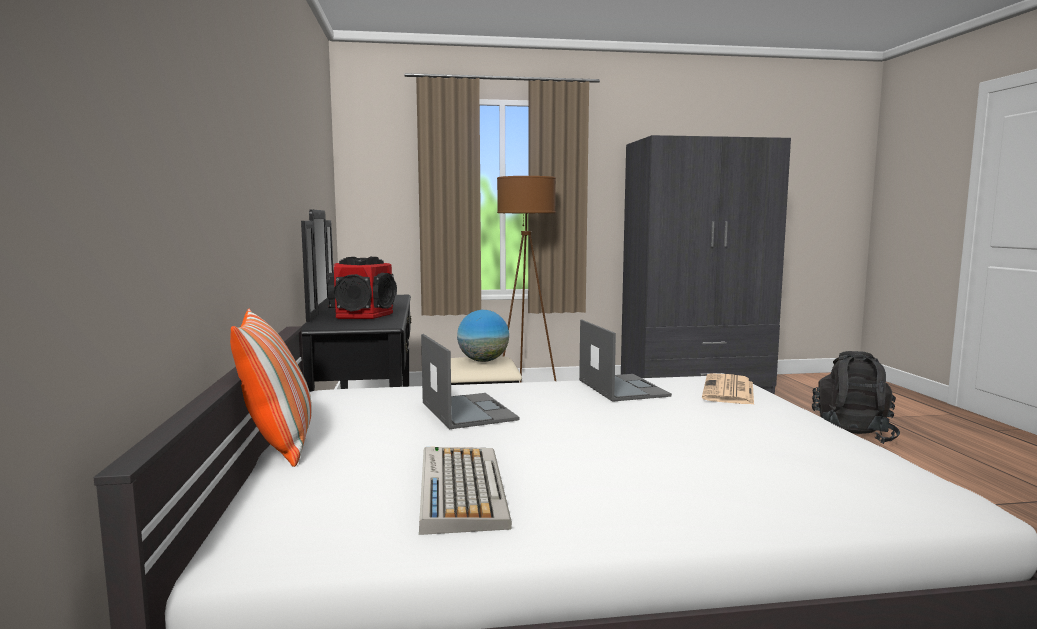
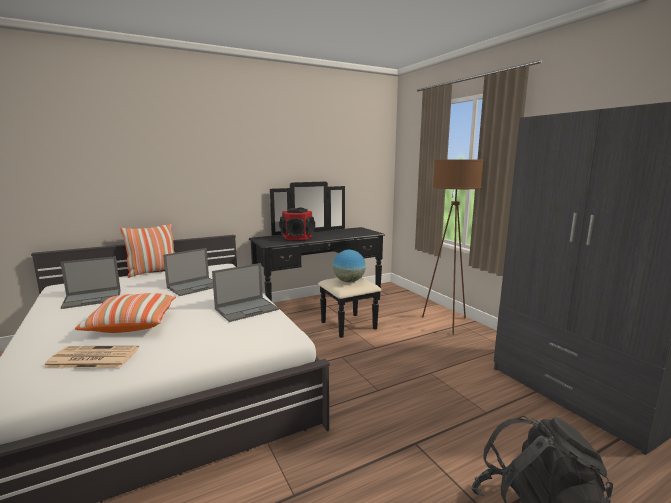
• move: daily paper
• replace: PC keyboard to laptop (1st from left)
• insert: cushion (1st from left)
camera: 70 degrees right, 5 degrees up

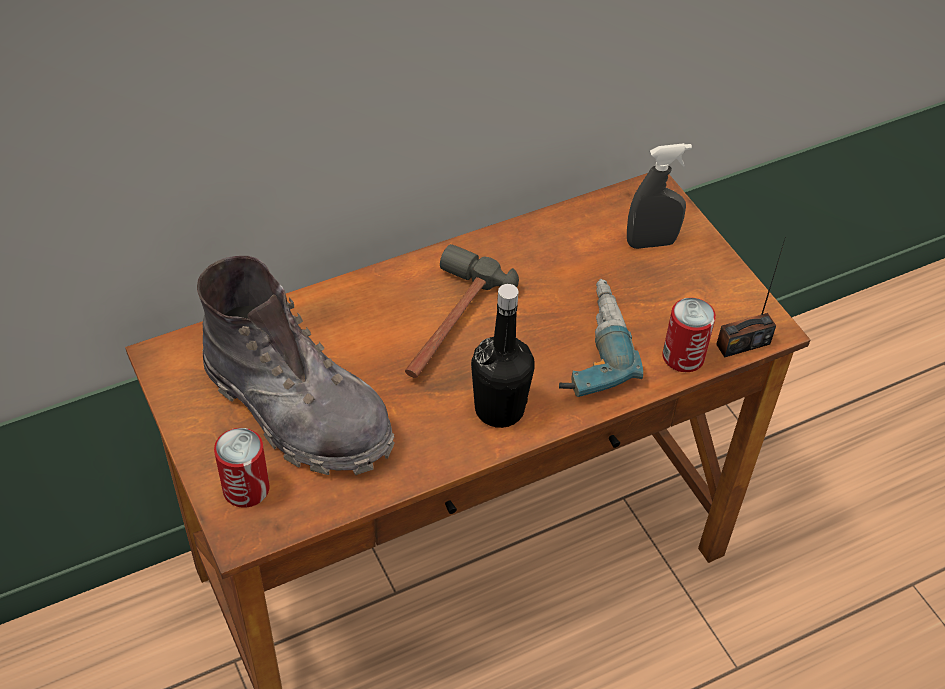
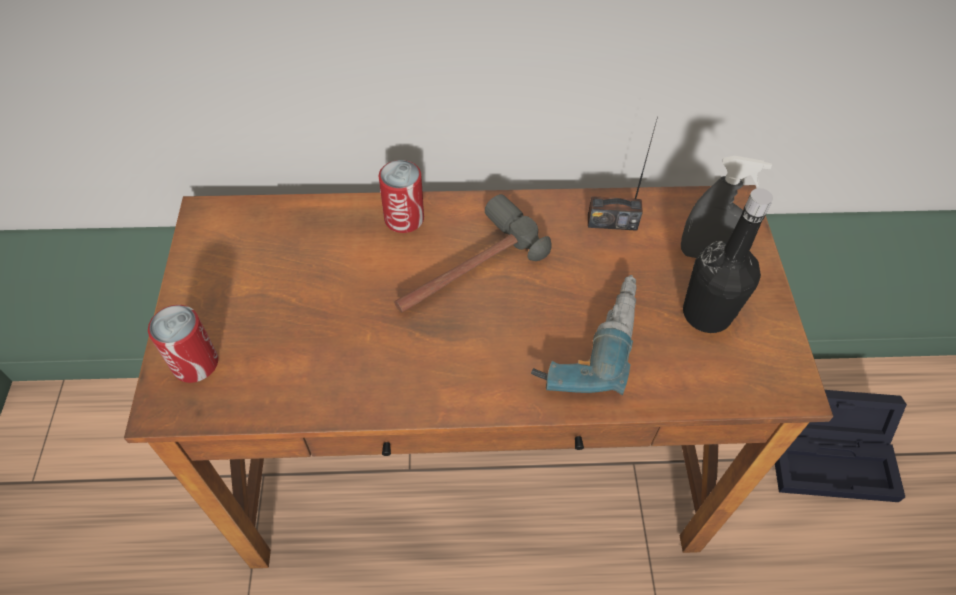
• move: sealed can (2nd from left)
• move: radio
• move: drink bottle in black-coloured
• insert: storage box in black-coloured
• delete: high-top boot in greyish
camera: 25 degrees right, 5 degrees up

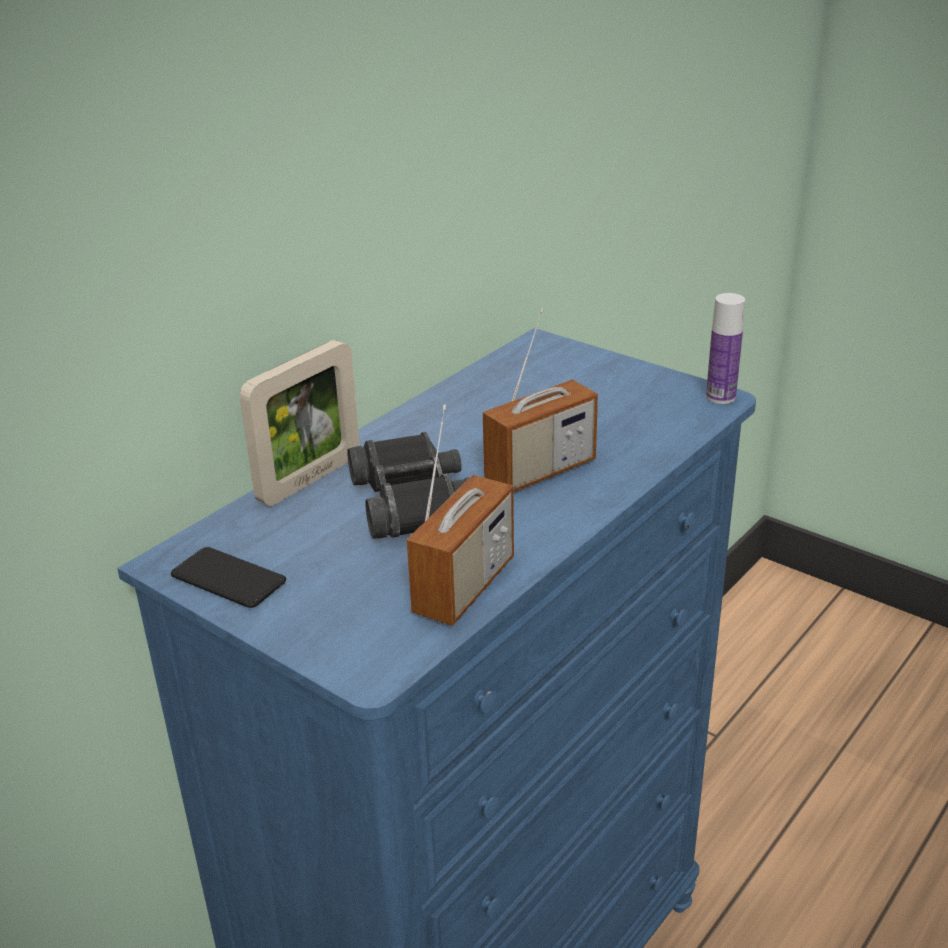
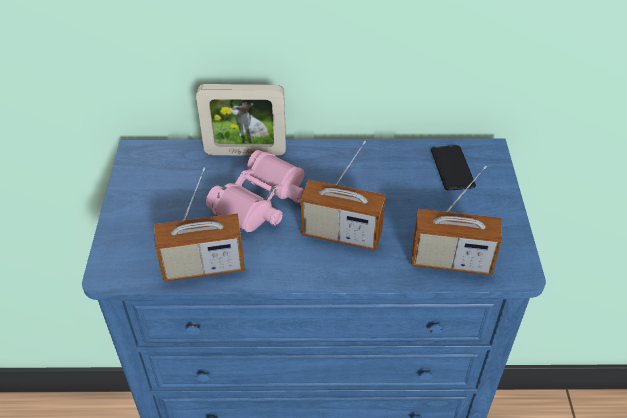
• recolor: binoculars in black-coloured to binoculars in pink
• insert: radio (3rd from left)
• move: telephone
• delete: drink bottle
camera: 50 degrees right, 15 degrees up

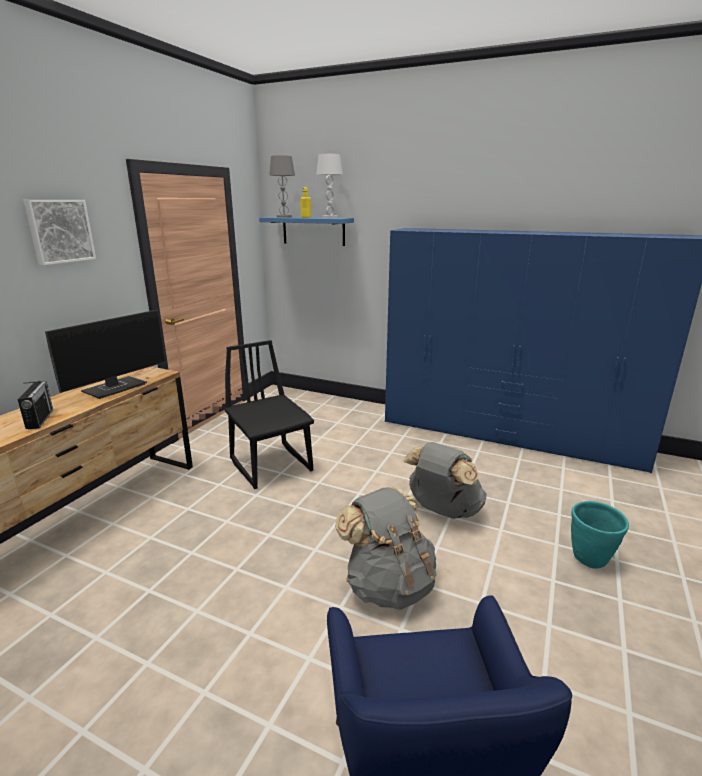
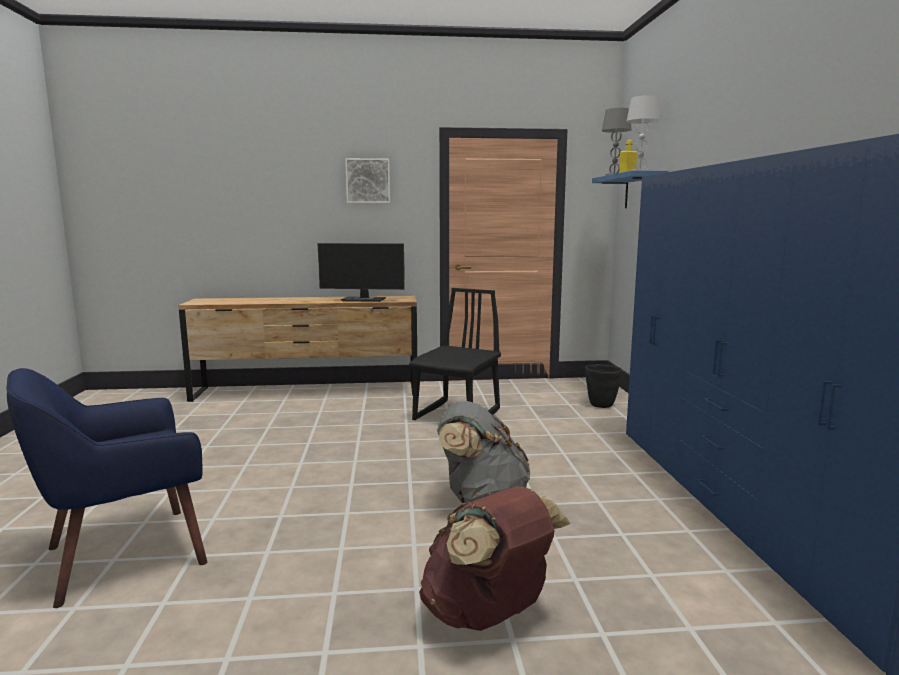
• replace: planter in blue-green to rucksack in brownish
• insert: planter in black-coloured
• delete: radio
• delete: rucksack in greyish (1st from left)
camera: 60 degrees right, 10 degrees down

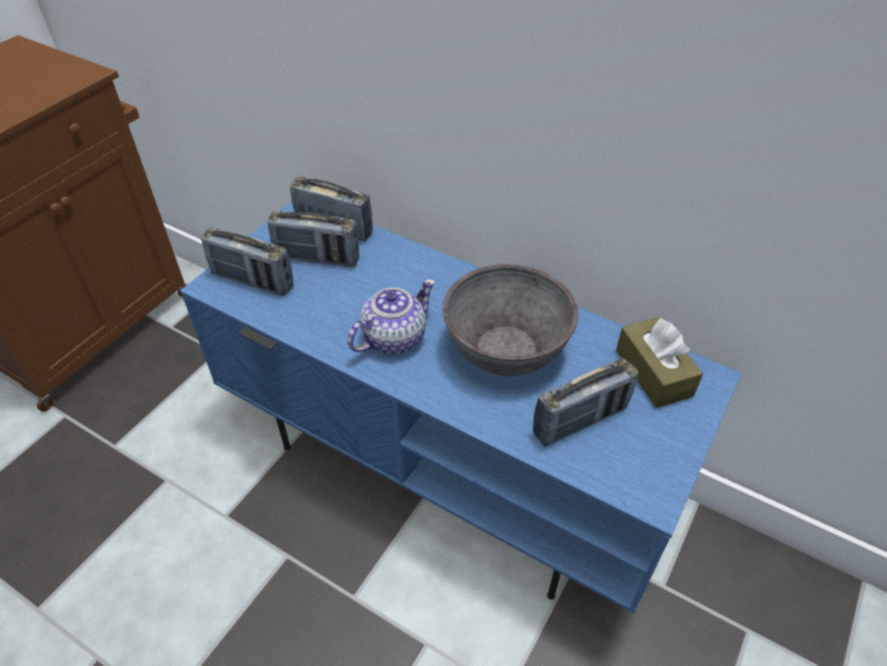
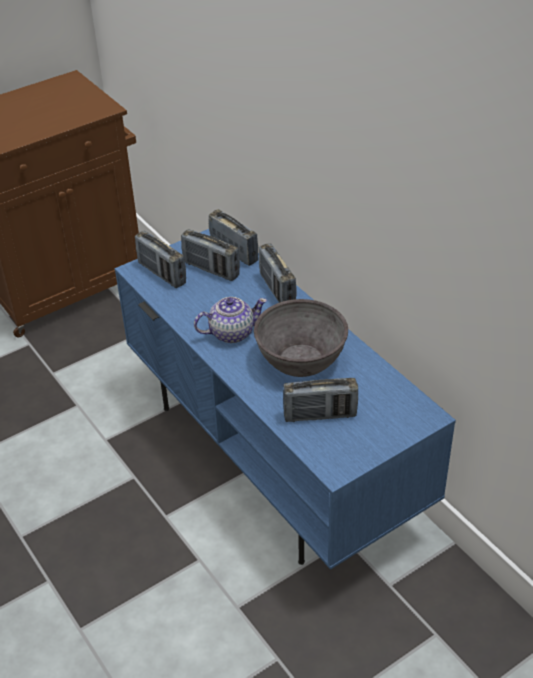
• insert: radio (4th from left)
• delete: box of tissues in brownish
camera: 25 degrees right, 5 degrees down

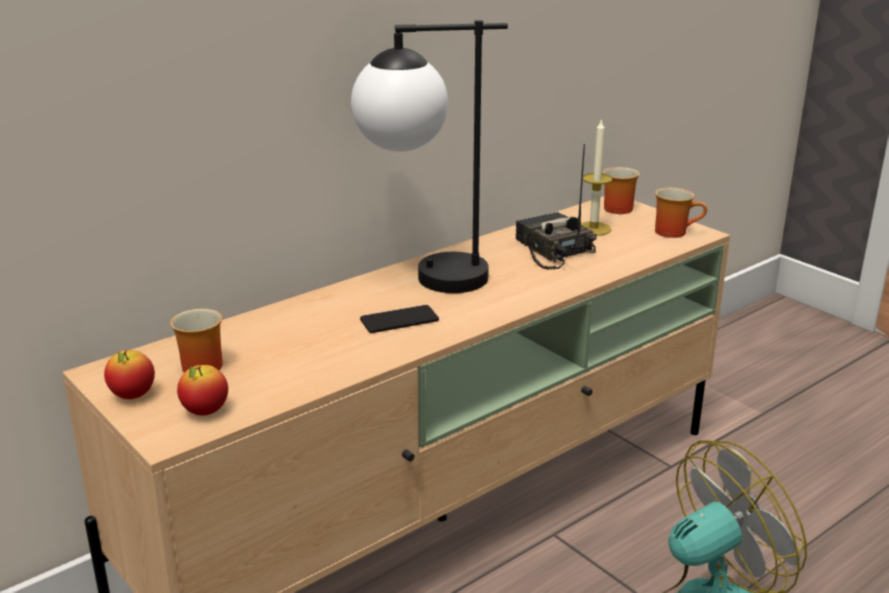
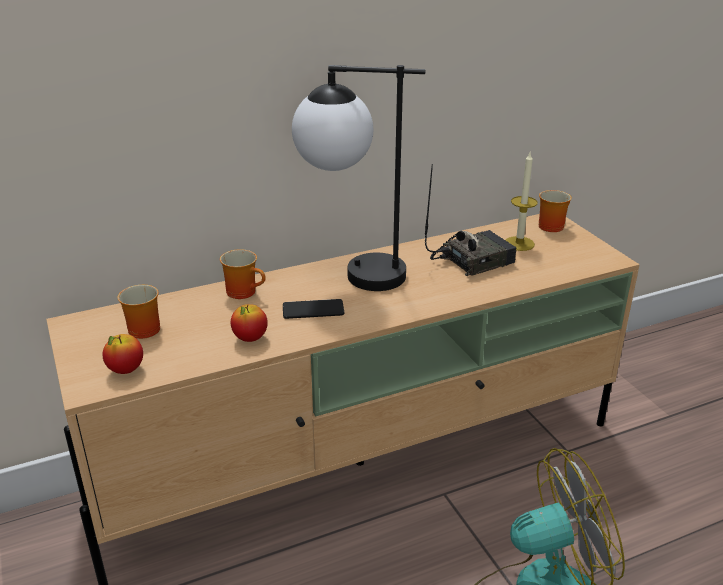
• move: tea mug (3rd from left in the first image) to tea mug (2nd from left)
• move: apple fruit (1st from left in the first image) to apple fruit (2nd from left)
• rotate: radio 75 degrees clockwise
camera: 15 degrees right, 5 degrees up

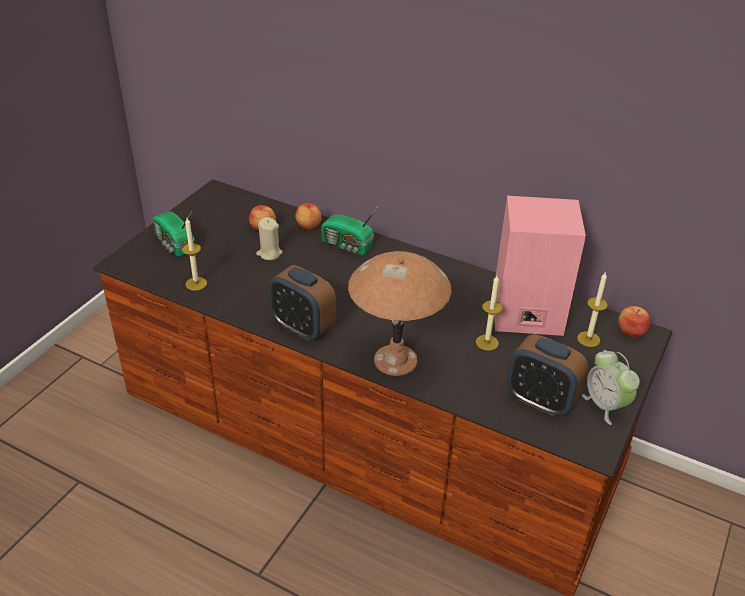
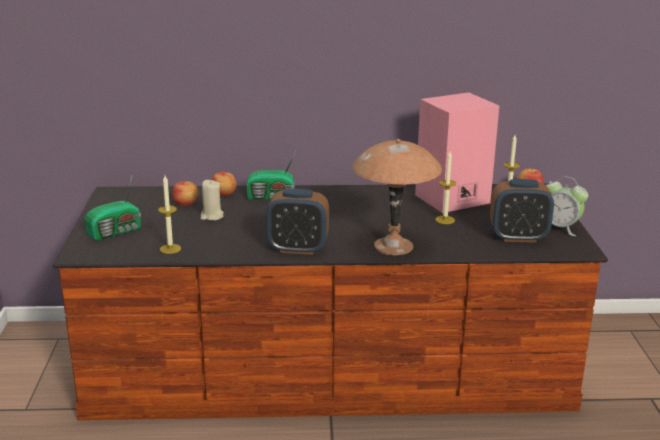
• rotate: radio (1st from left) 60 degrees counterclockwise
camera: 30 degrees left, 15 degrees down

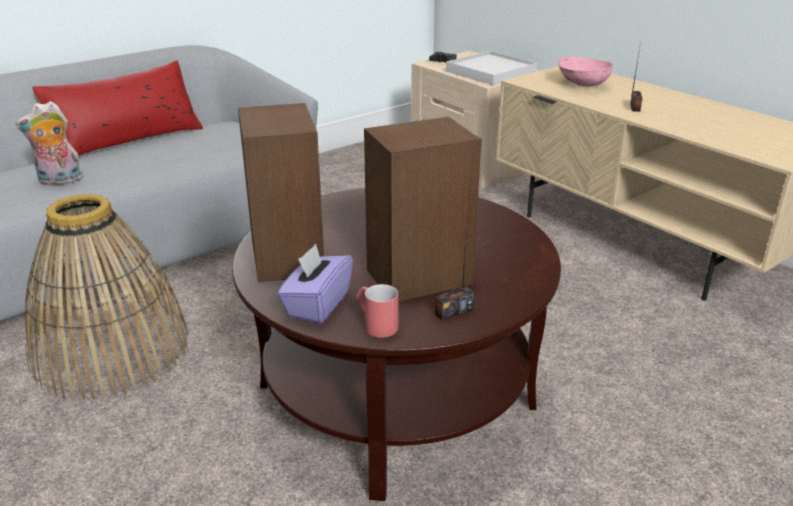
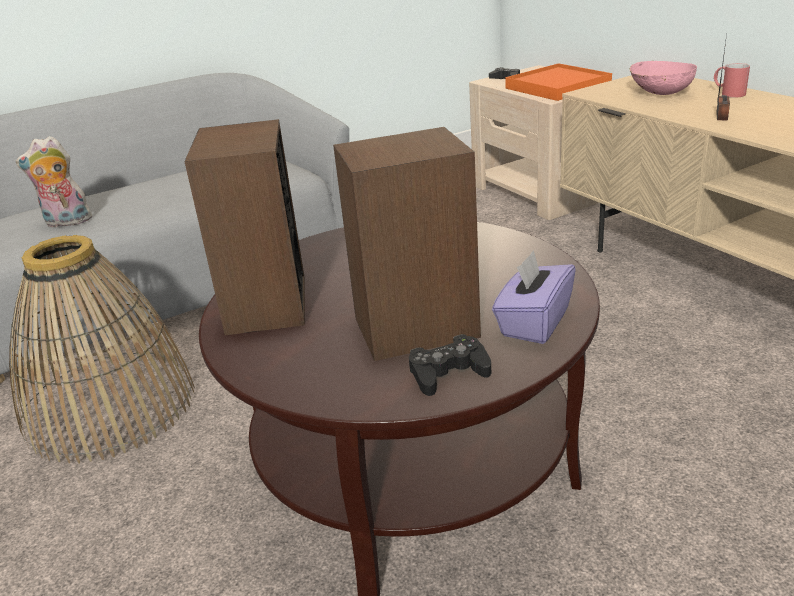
• replace: radio (1st from left) to joypad in black-coloured (1st from left)
• move: box of tissues in purple-coloured
• recolor: tray in white to tray in orange
• move: tea mug in reddish
• delete: cushion in reddish
camera: 10 degrees right, 0 degrees up

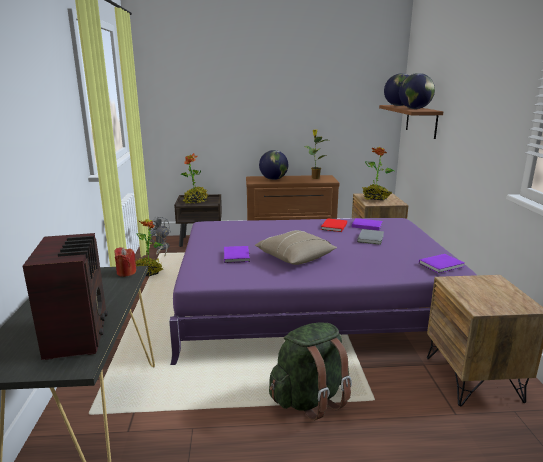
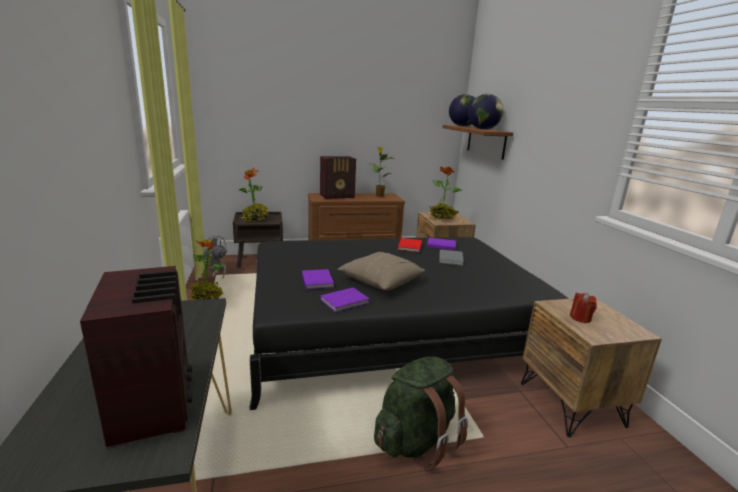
• recolor: bedroom bed in purple-coloured to bedroom bed in black-coloured
• replace: world globe (1st from left) to radio (2nd from left)
• move: bound book in purple-coloured (3rd from left in the first image) to bound book in purple-coloured (2nd from left)
• move: wax light in reddish
camera: 10 degrees left, 0 degrees up

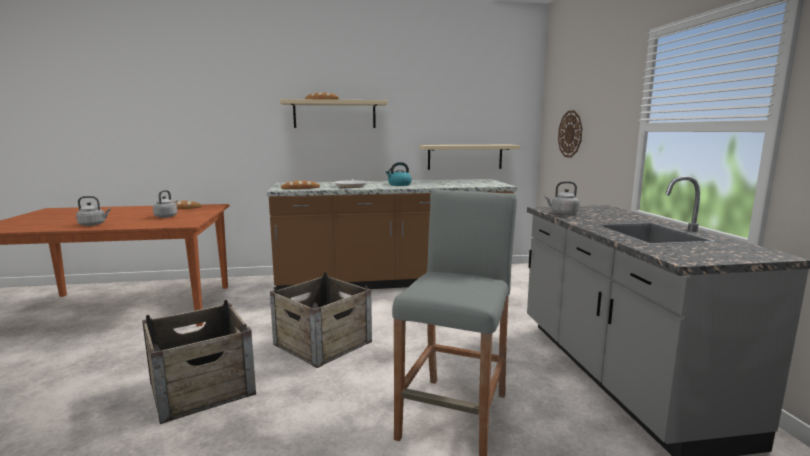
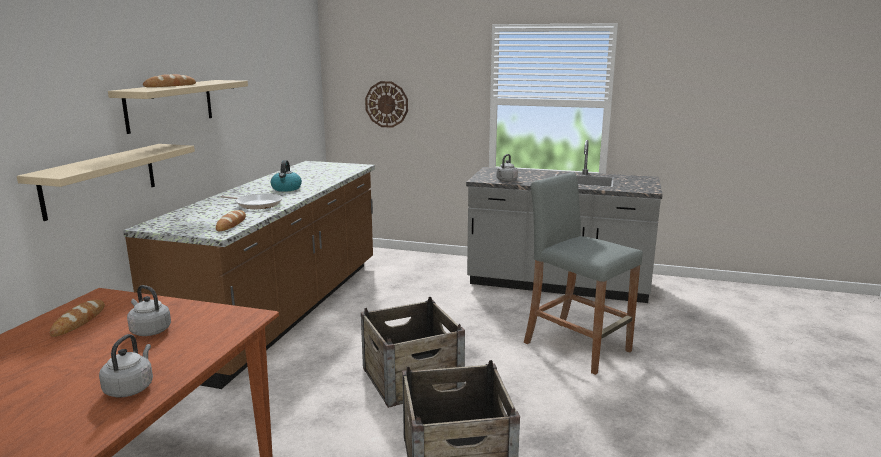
• move: wall shelf in beige (2nd from left in the first image) to wall shelf in beige (1st from left)
camera: 65 degrees left, 5 degrees up

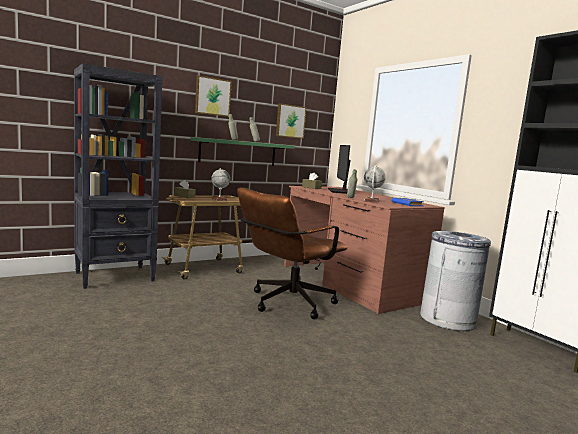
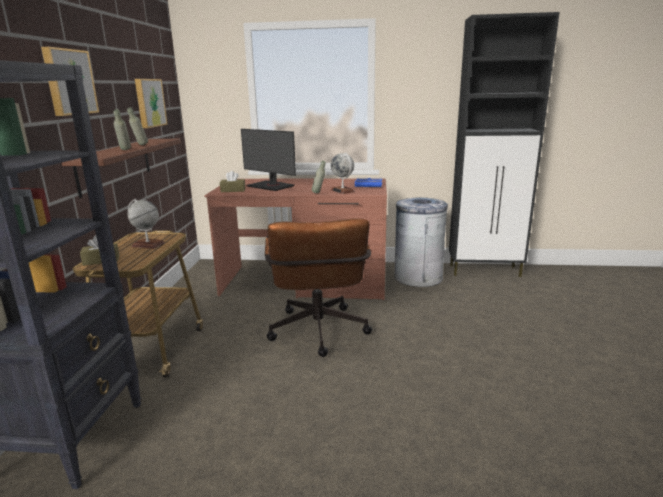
• recolor: wall shelf in green-coloured to wall shelf in brownish
camera: 50 degrees left, 10 degrees up

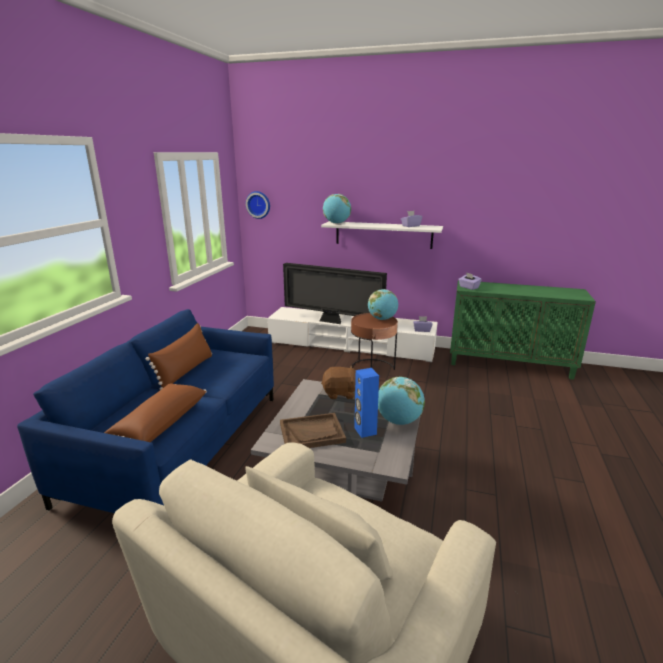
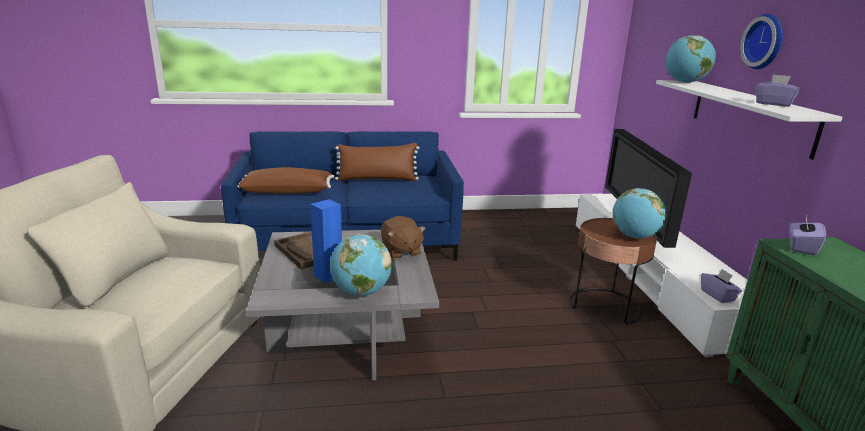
• move: wall clock
camera: 65 degrees right, 0 degrees up

